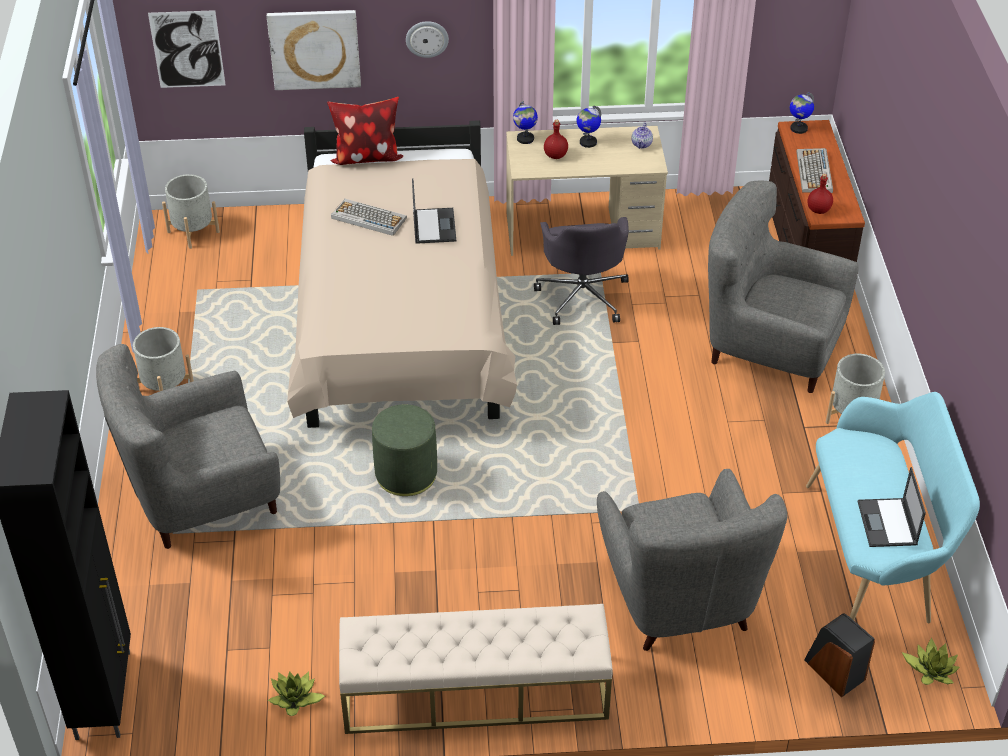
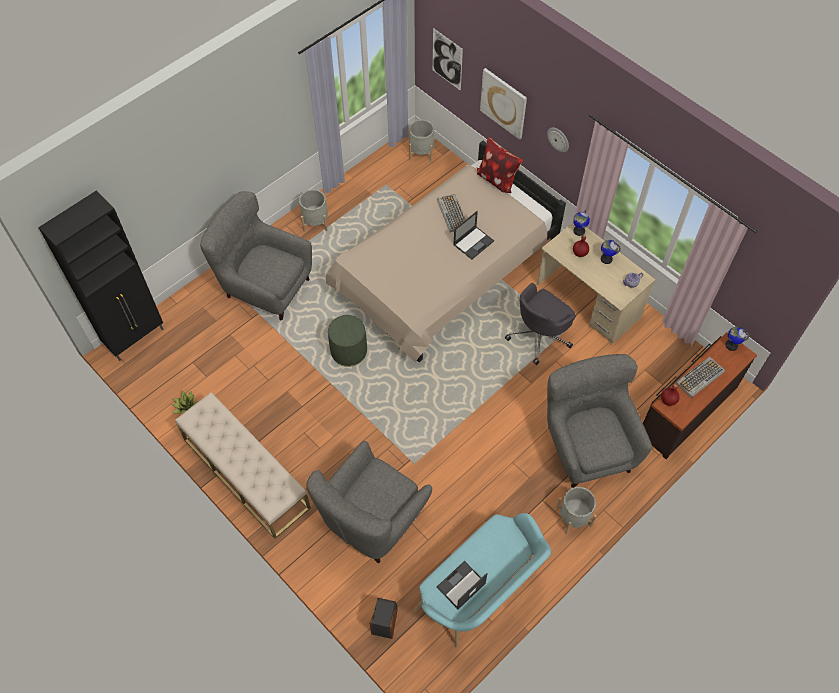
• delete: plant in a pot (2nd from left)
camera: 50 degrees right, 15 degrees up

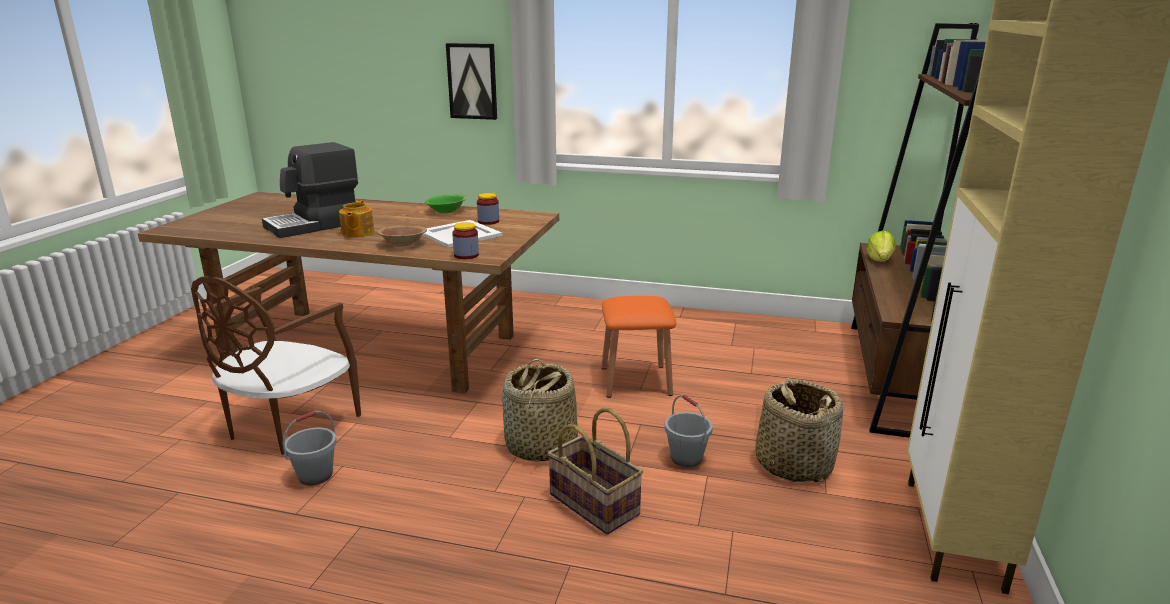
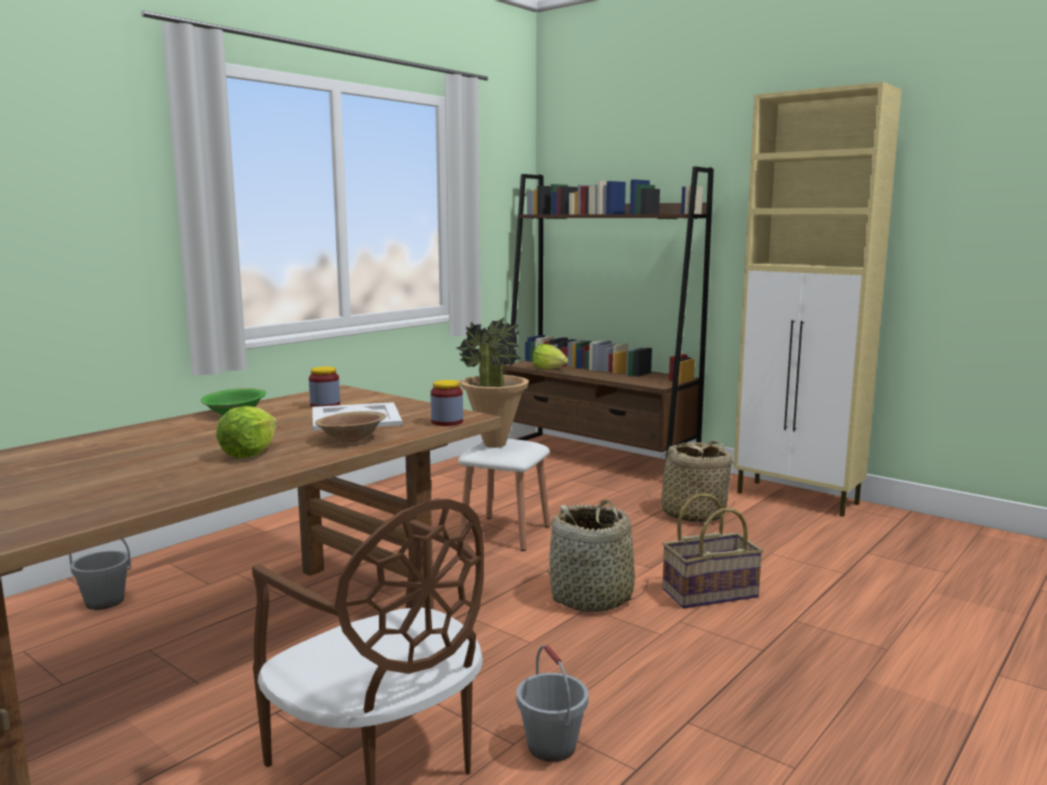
• move: pail in greyish (2nd from left in the first image) to pail in greyish (1st from left)
• replace: teapot to head of lettuce (1st from left)
• insert: plant in a pot
• recolor: stool in orange to stool in white
• delete: coffee brewer
• delete: wall picture
camera: 65 degrees left, 10 degrees down

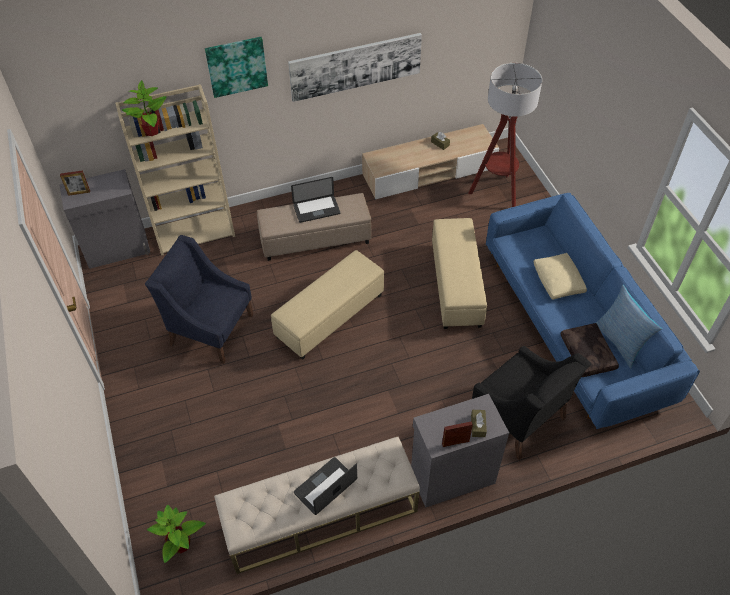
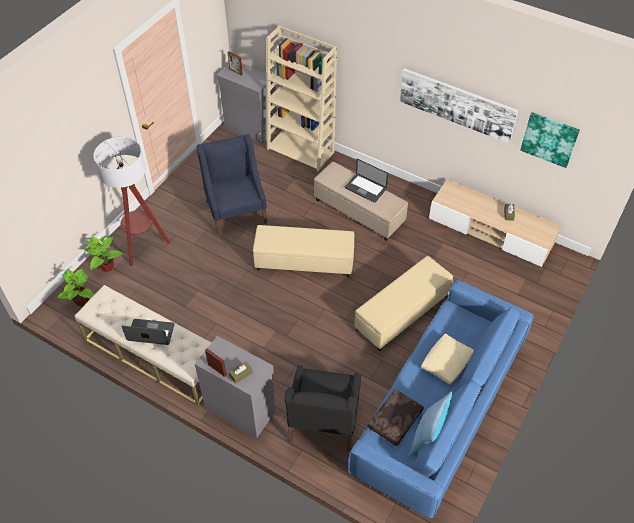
• move: plant in a pot (1st from left in the first image) to plant in a pot (2nd from left)
• move: standard lamp
• move: wall picture (1st from left in the first image) to wall picture (2nd from left)
camera: 50 degrees right, 0 degrees up

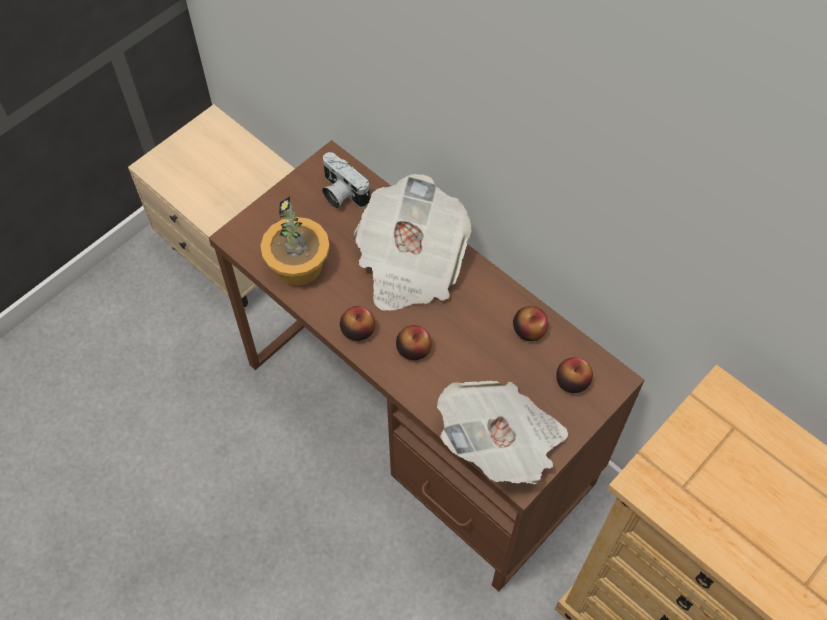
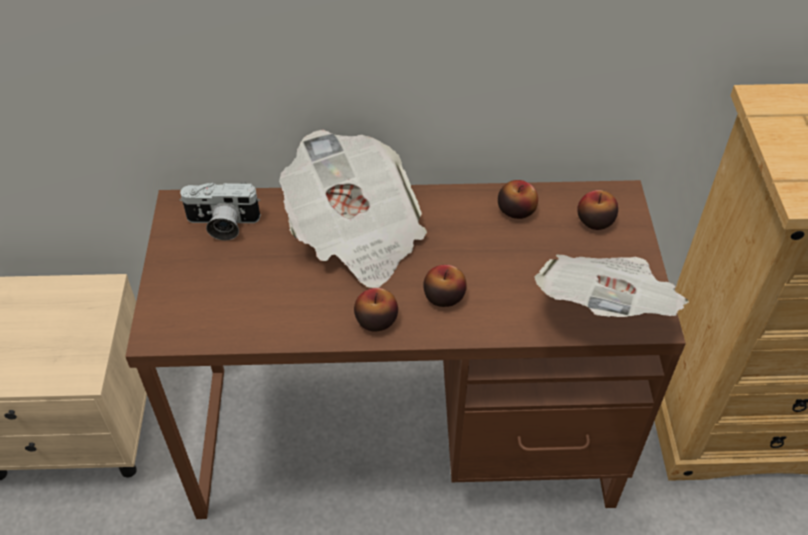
• delete: plant in a pot
camera: 45 degrees left, 10 degrees down

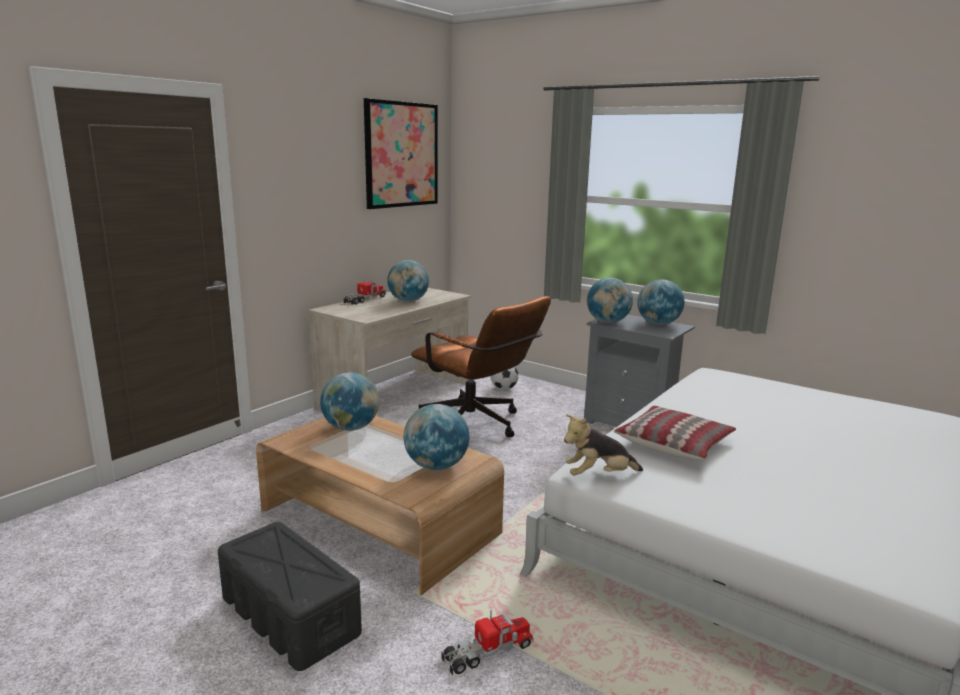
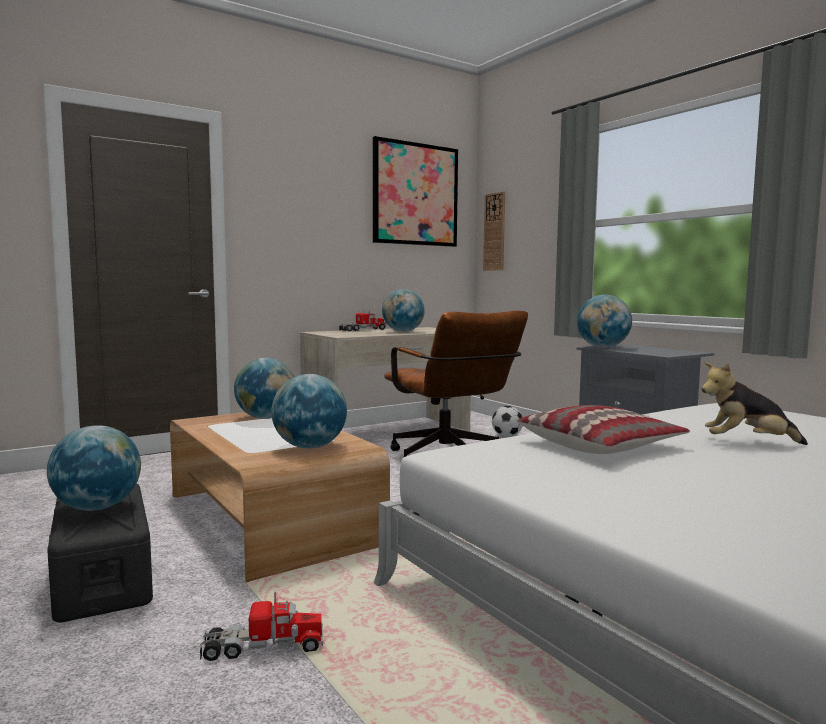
• move: world globe (5th from left in the first image) to world globe (1st from left)
• insert: wall clock
• move: plush toy
camera: 20 degrees right, 10 degrees down

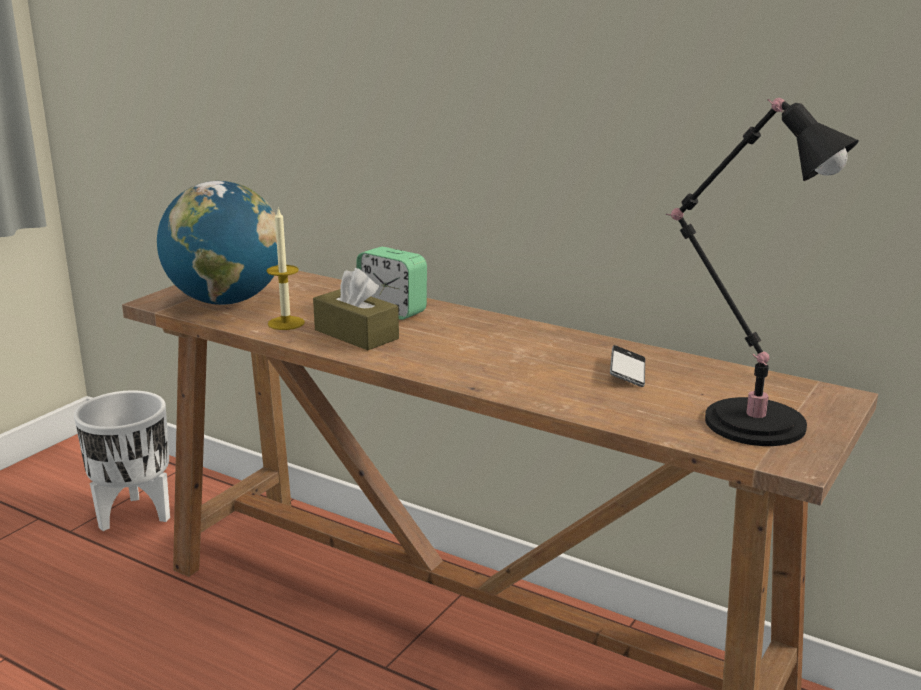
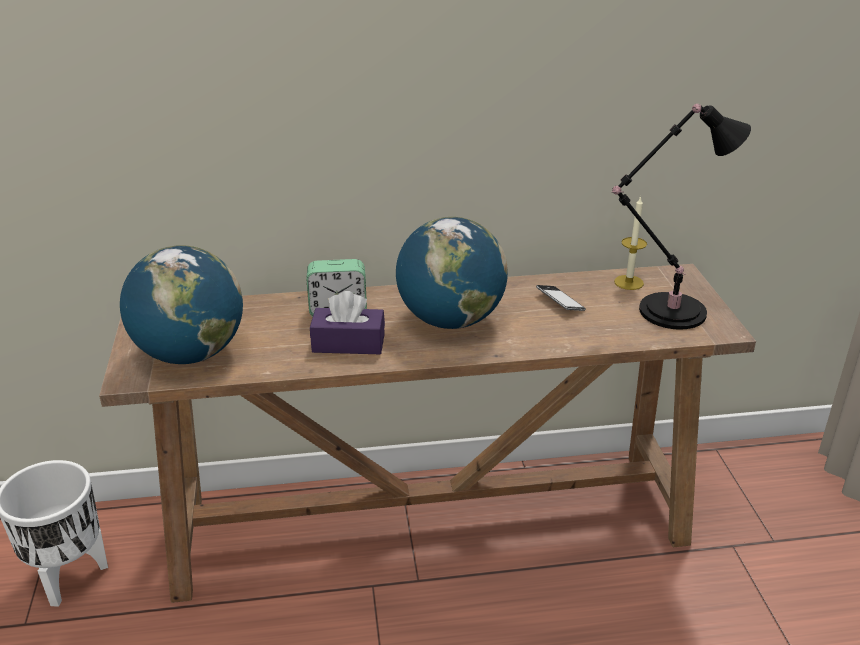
• recolor: box of tissues in brownish to box of tissues in purple-coloured
• insert: world globe (2nd from left)
• move: wax light
camera: 40 degrees left, 10 degrees up

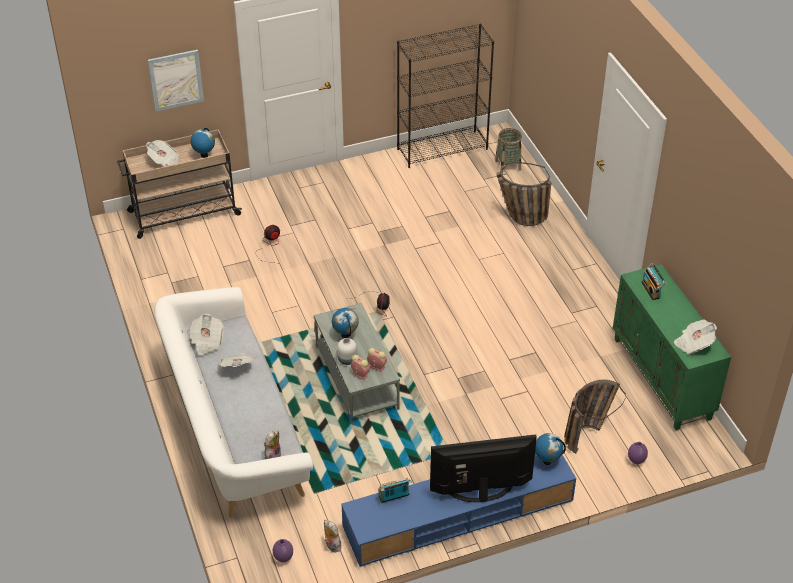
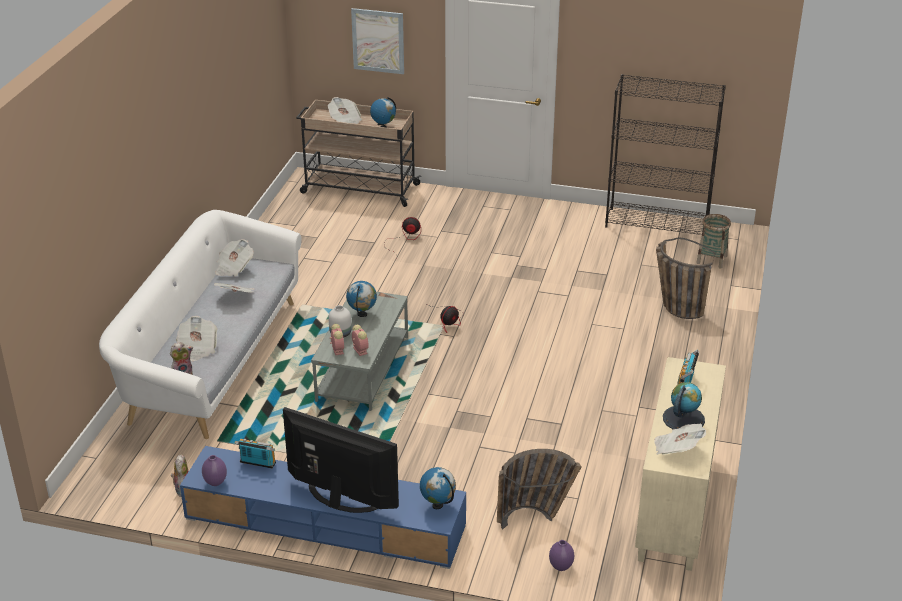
• insert: daily paper (1st from left)
• move: decorative vase in purple-coloured (1st from left)
• recolor: cupboard in green-coloured to cupboard in beige
• insert: world globe (4th from left)
camera: 35 degrees right, 10 degrees down

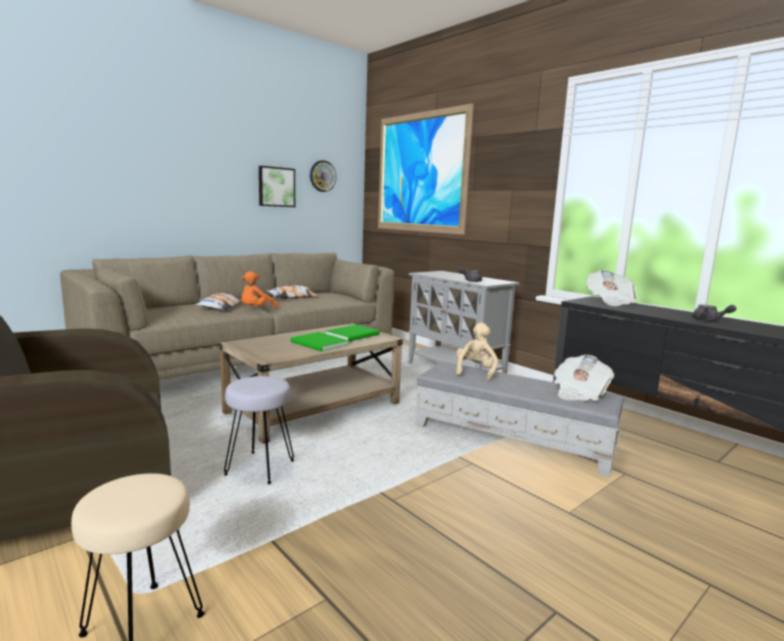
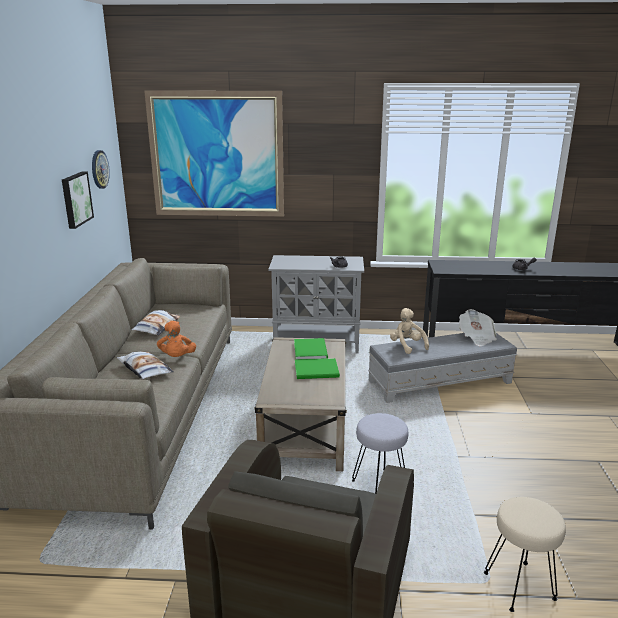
• delete: daily paper (2nd from left)
camera: 45 degrees left, 10 degrees up

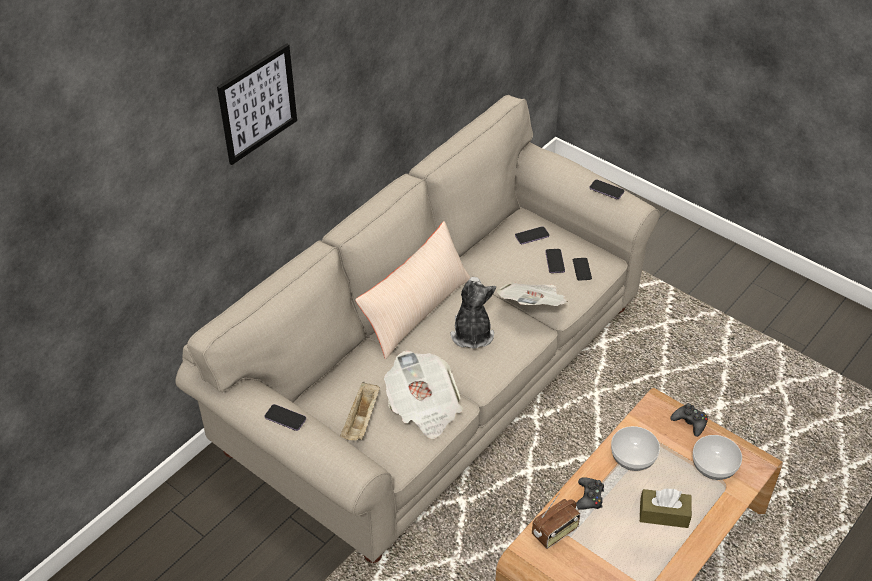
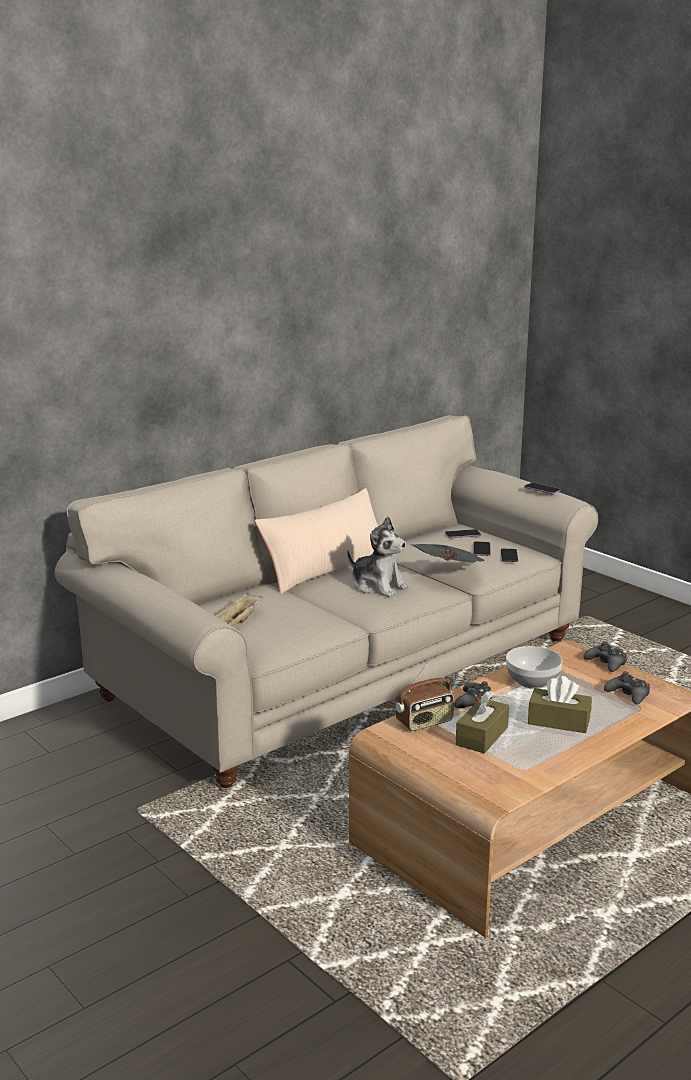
• rotate: plush toy 120 degrees clockwise
• insert: box of tissues in brownish (1st from left)
• replace: serving bowl (2nd from left) to joypad in black-coloured (3rd from left)
• delete: wall picture
• delete: telephone (1st from left)
• delete: daily paper (1st from left)
camera: 10 degrees right, 25 degrees down

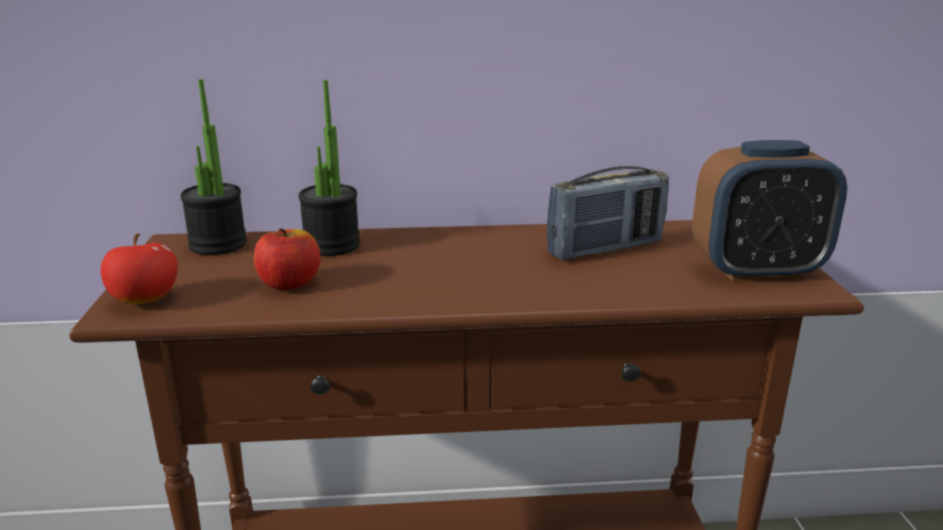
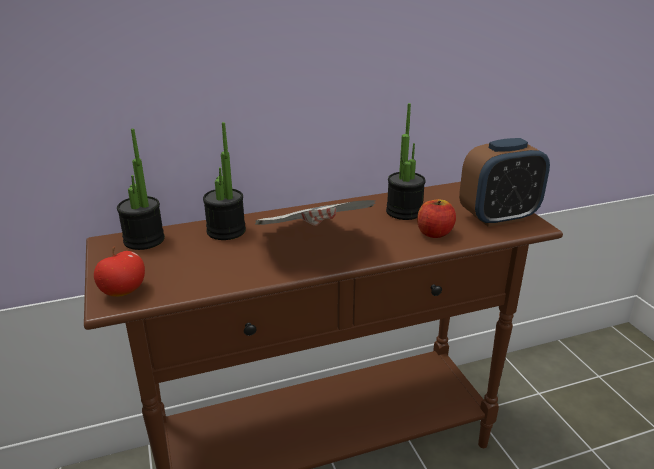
• insert: daily paper
• replace: radio to plant in a pot (3rd from left)
• move: apple fruit (2nd from left)
camera: 15 degrees left, 5 degrees up

